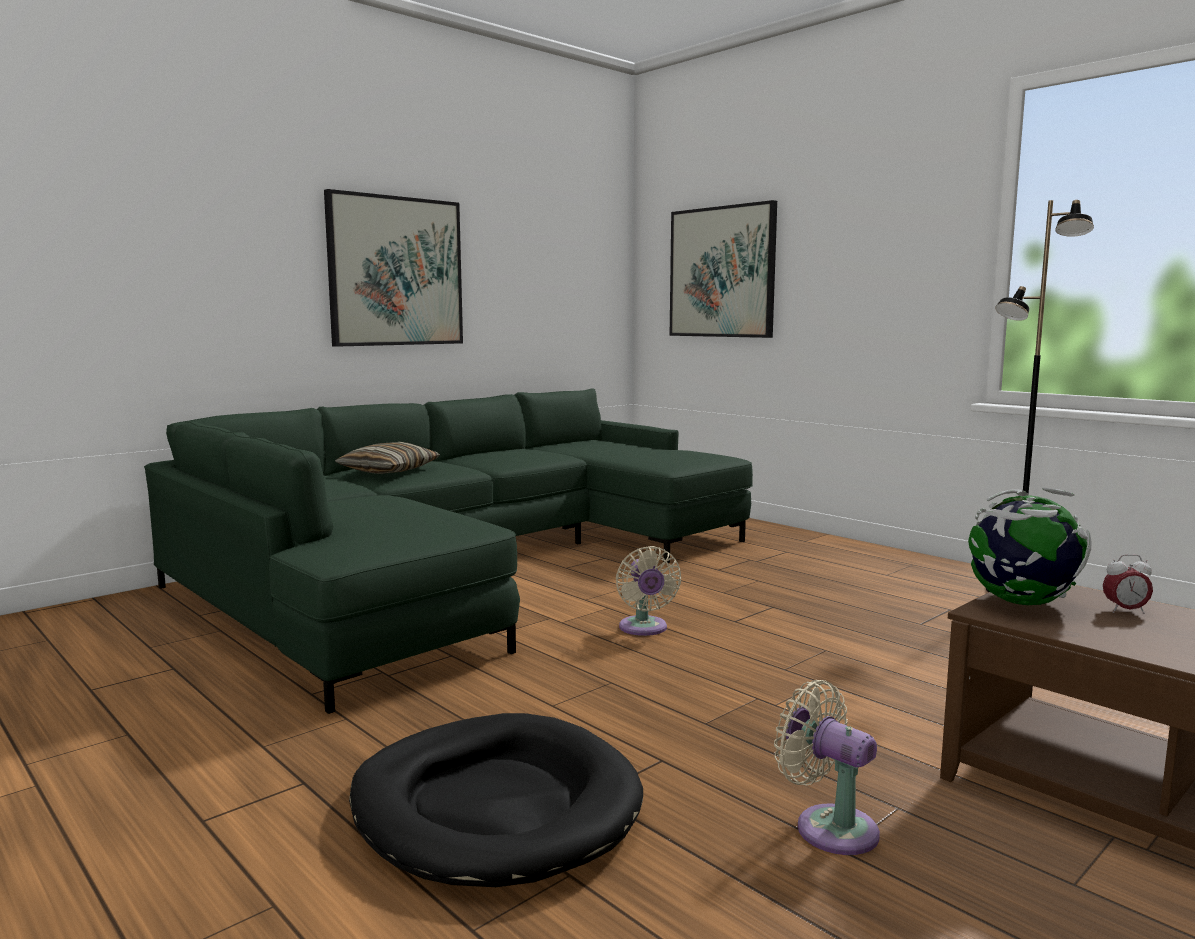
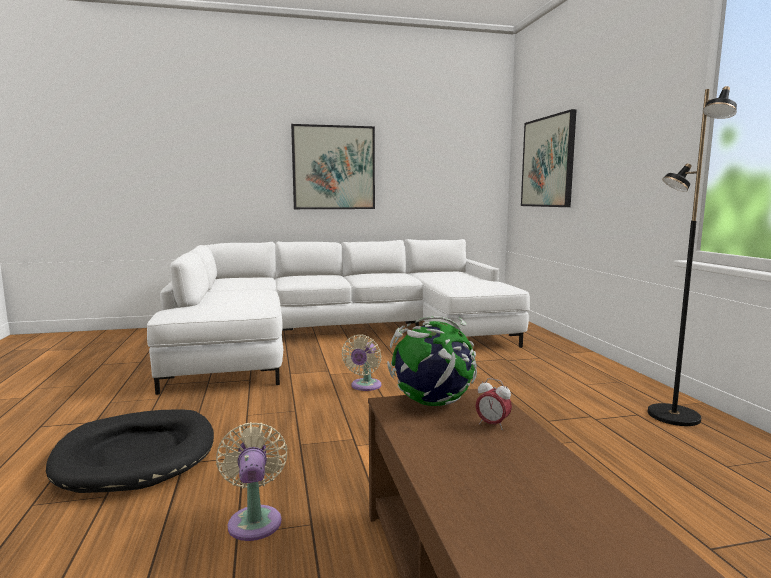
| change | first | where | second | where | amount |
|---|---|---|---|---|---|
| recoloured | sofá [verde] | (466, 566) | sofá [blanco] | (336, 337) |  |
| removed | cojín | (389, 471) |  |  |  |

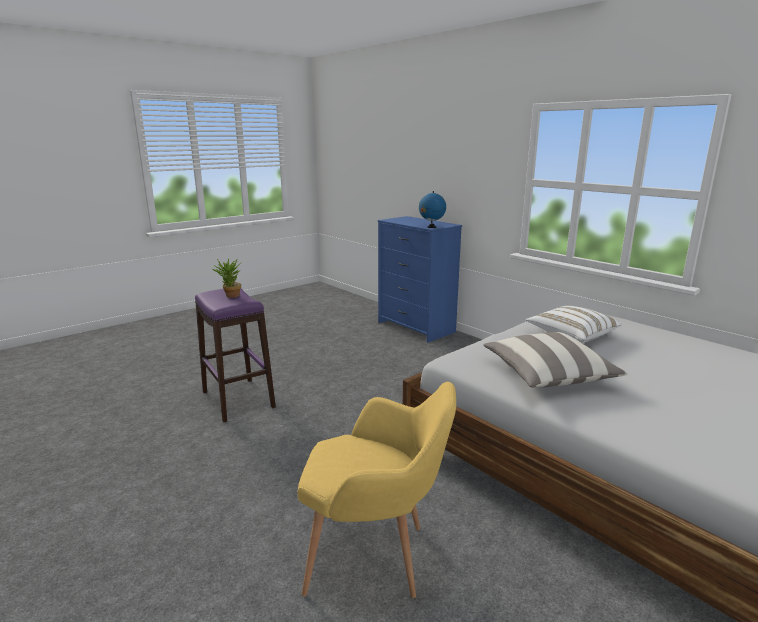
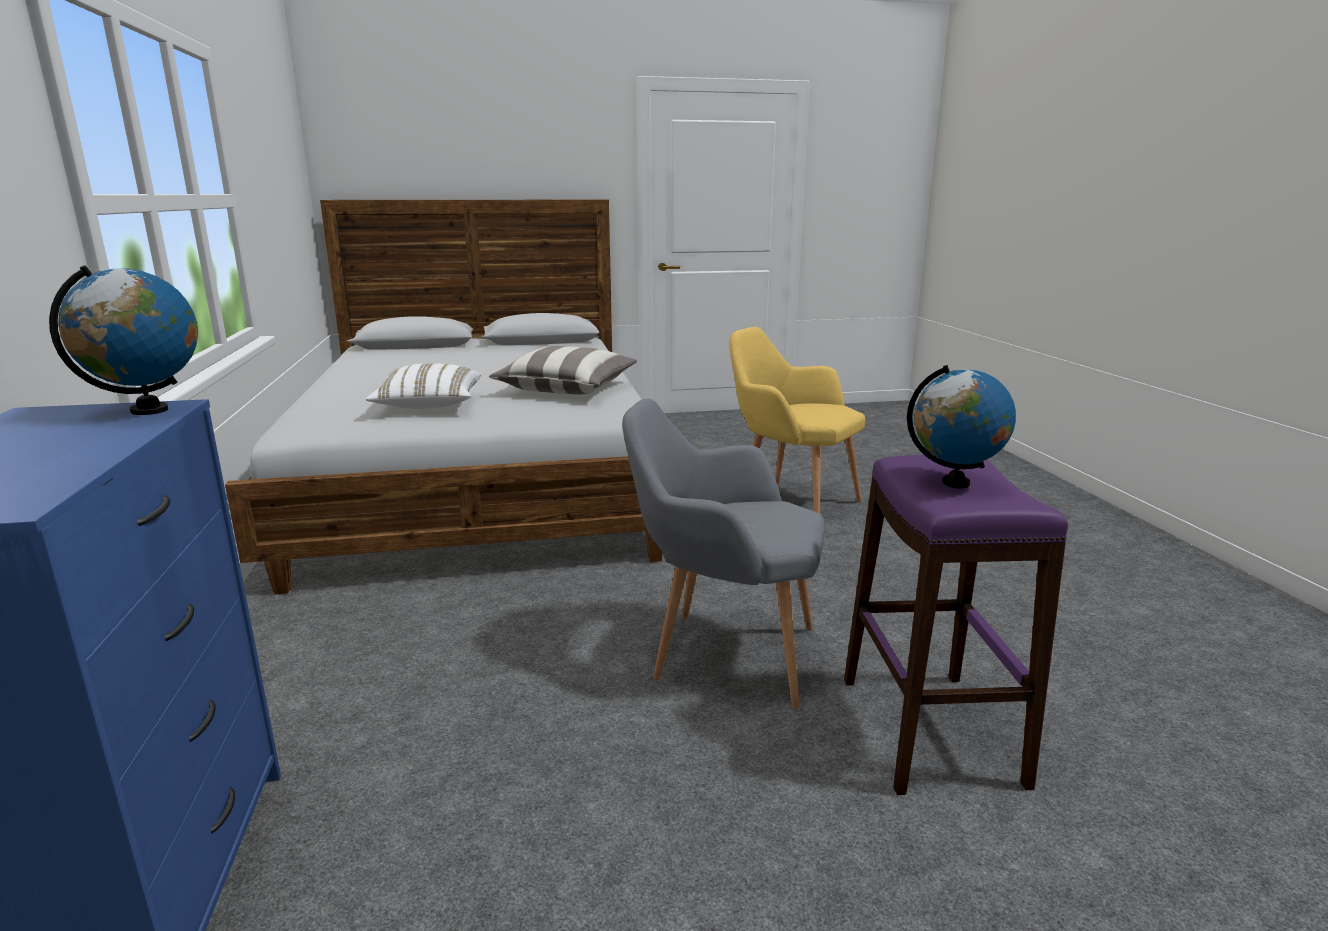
| change | first | where | second | where | amount |
|---|---|---|---|---|---|
| added |  |  | sillón [gris] | (723, 654) |  |
| replaced | planta en maceta | (230, 296) | globo terráqueo | (955, 483) |  |

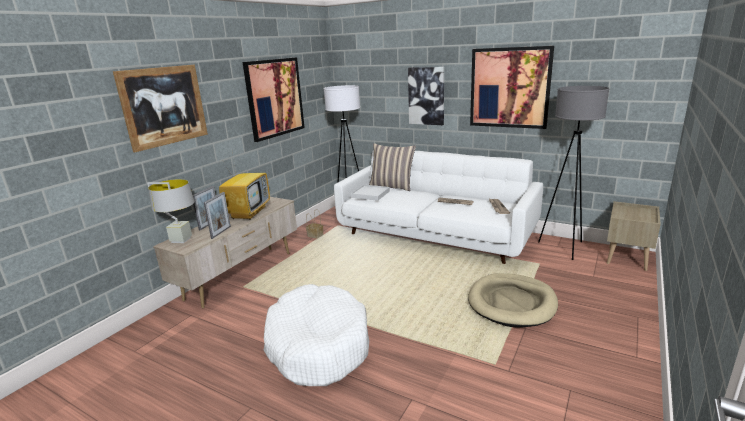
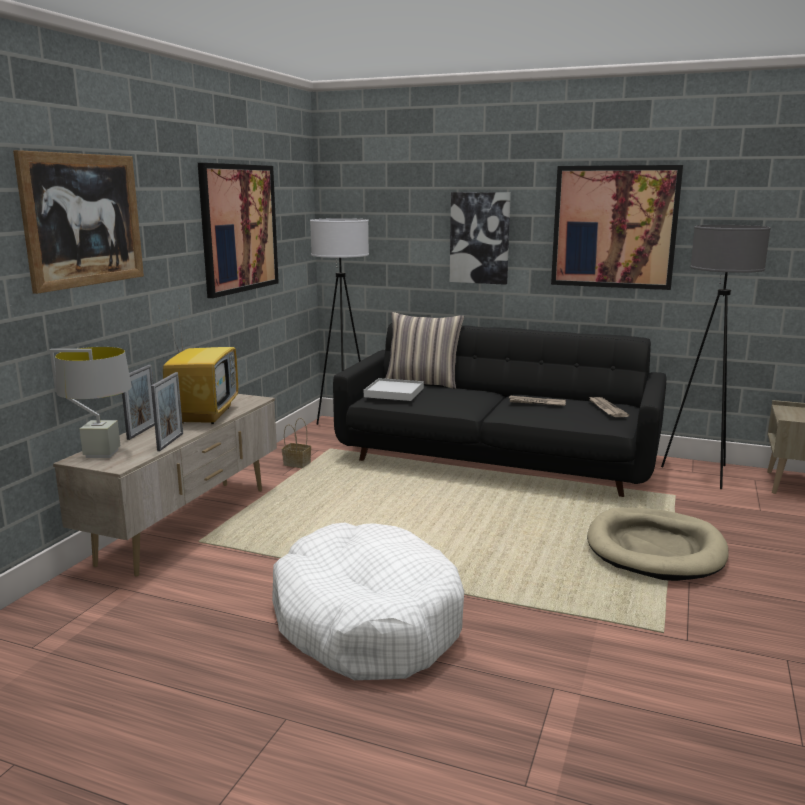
| change | first | where | second | where | amount |
|---|---|---|---|---|---|
| recoloured | sofá [blanco] | (434, 235) | sofá [negro] | (497, 460) |  |

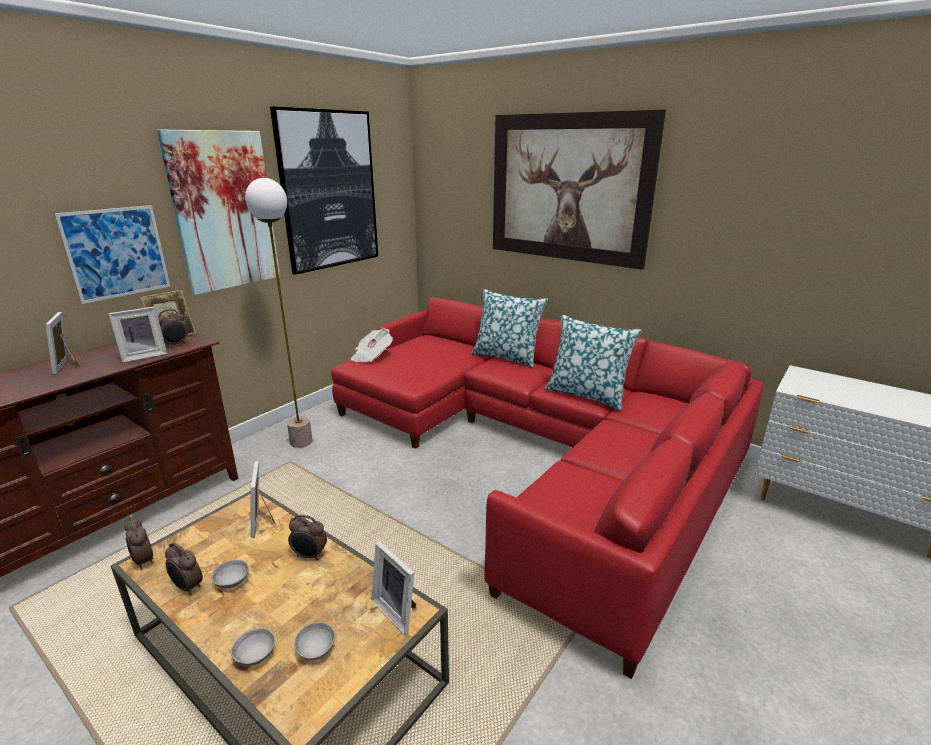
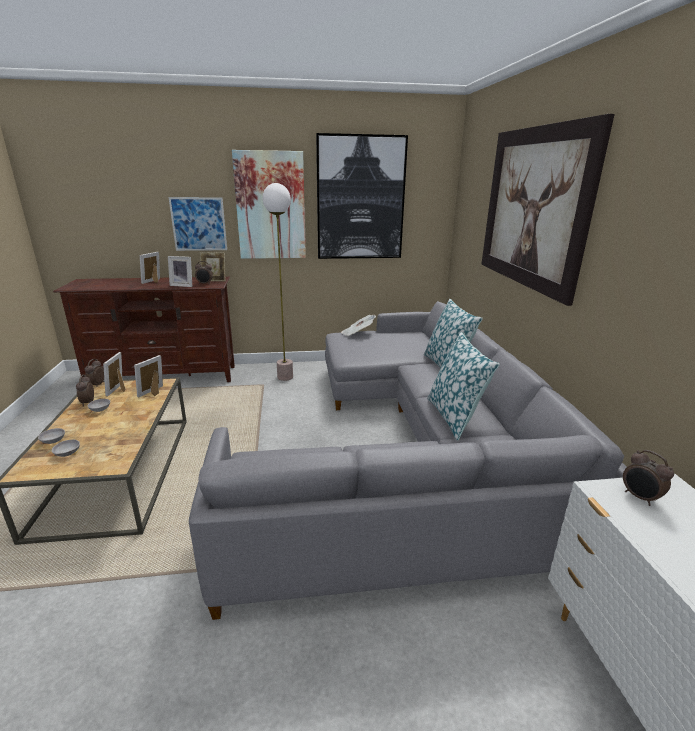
| change | first | where | second | where | amount |
|---|---|---|---|---|---|
| moved | portarretratos | (398, 610) |  | (119, 390) |  |
| recoloured | sofá [rojo] | (534, 449) | sofá [gris] | (413, 451) |  |
| moved | despertador | (309, 556) |  | (639, 497) |  |

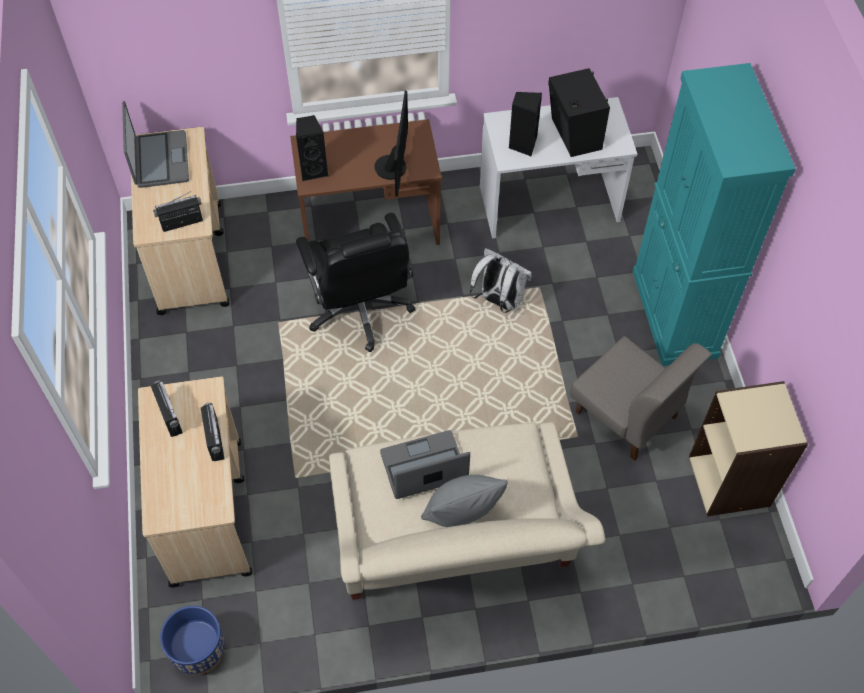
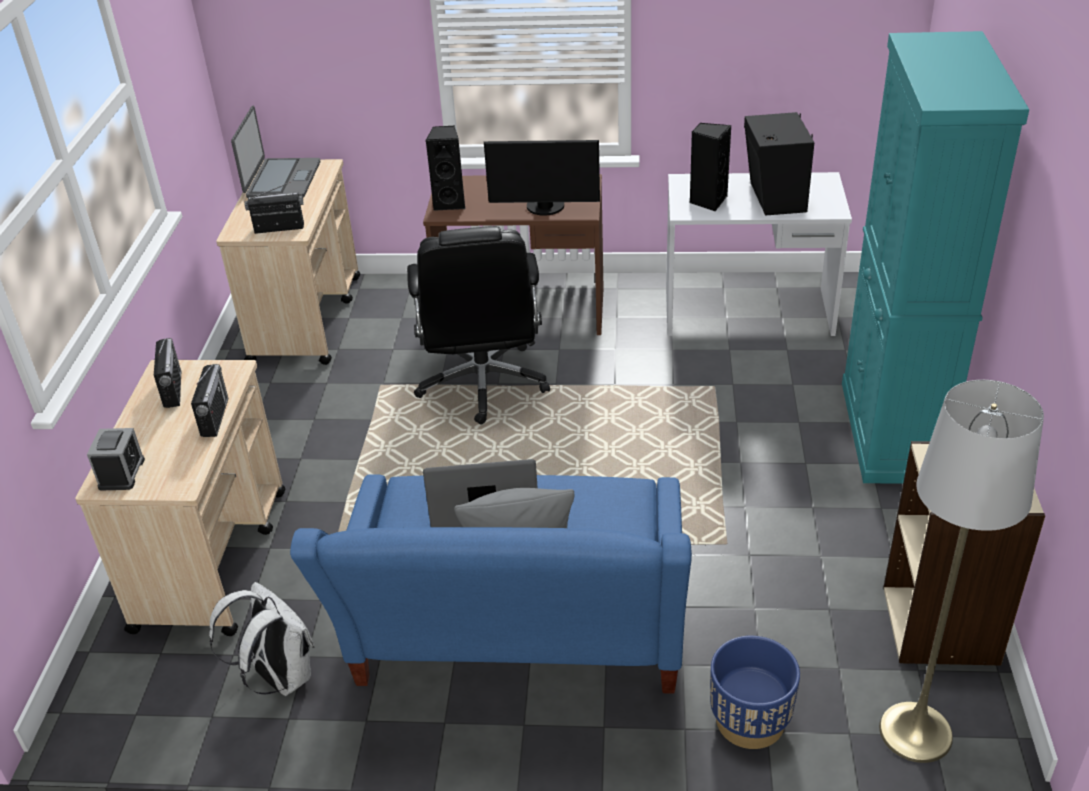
| change | first | where | second | where | amount |
|---|---|---|---|---|---|
| added |  |  | despertador | (121, 473) |  |
| moved | mochila [blanco] | (498, 300) |  | (279, 677) |  |
| recoloured | sofá [beis] | (454, 546) | sofá [azul] | (518, 644) |  |
| turned | monitor | (394, 167) |  | (545, 208) | 75 degrees clockwise |
| moved | maceta [azul] | (199, 652) |  | (749, 721) |  |
| added |  |  | lámpara de pie [gris] | (915, 732) |  |
| removed | silla [gris] | (626, 415) |  |  |  |

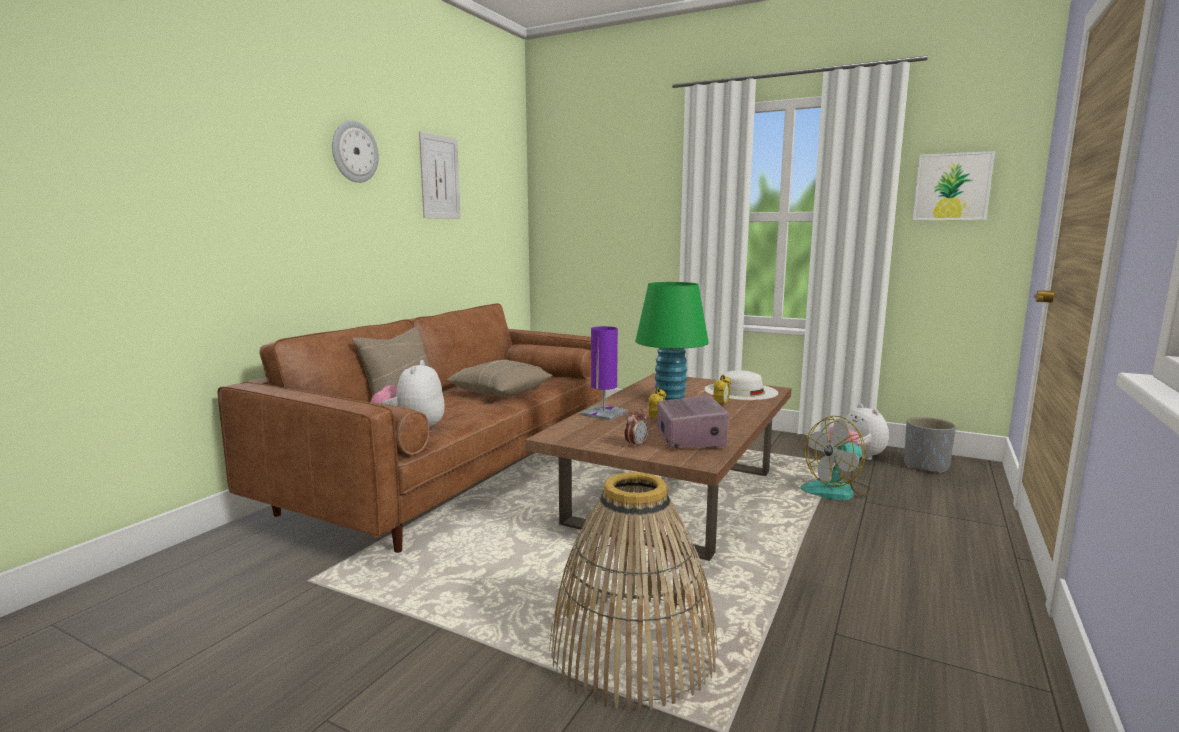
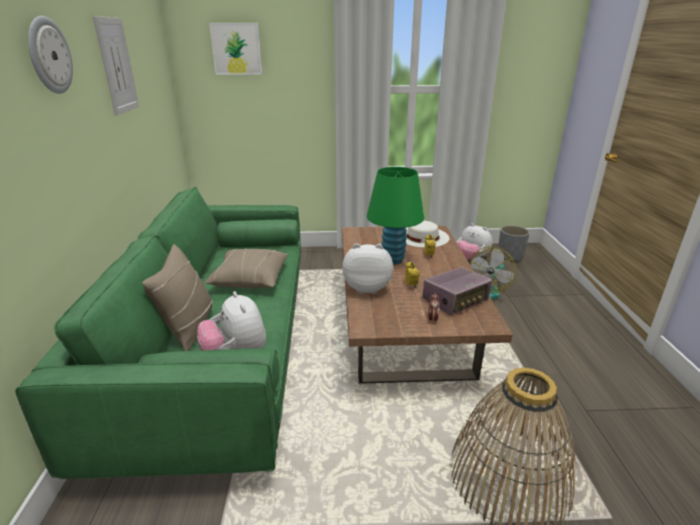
| change | first | where | second | where | amount |
|---|---|---|---|---|---|
| recoloured | sofá [marrón] | (452, 472) | sofá [verde] | (220, 356) |  |
| moved | cuadro | (952, 187) |  | (236, 49) |  |
| replaced | lámpara de mesa [morado] | (603, 413) | peluche | (367, 288) |  |
| turned | radio | (690, 438) |  | (455, 301) | 90 degrees clockwise |

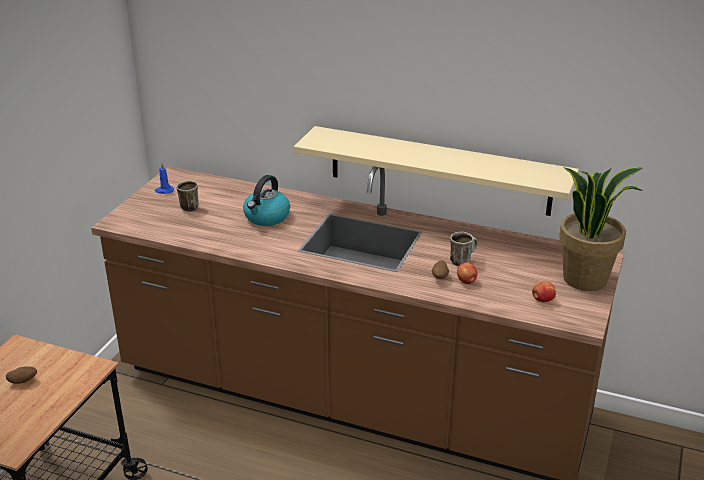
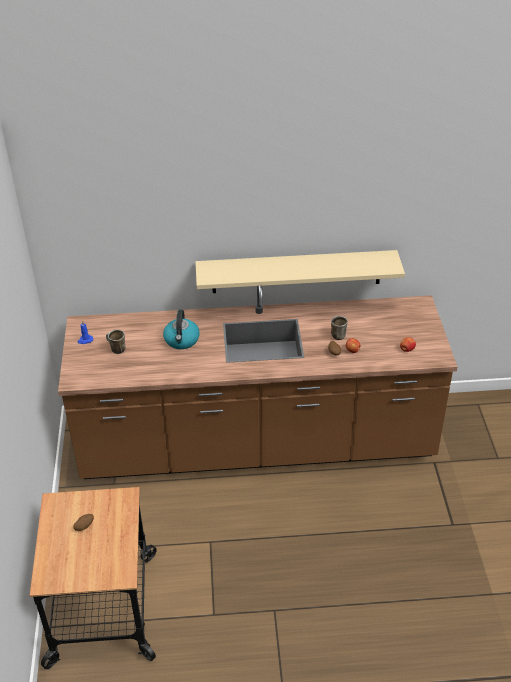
| change | first | where | second | where | amount |
|---|---|---|---|---|---|
| removed | planta en maceta | (585, 278) |  |  |  |

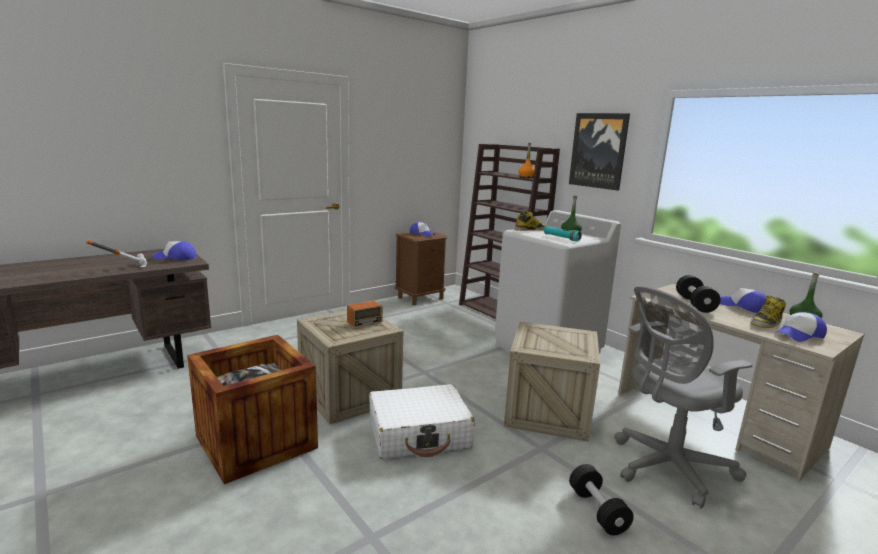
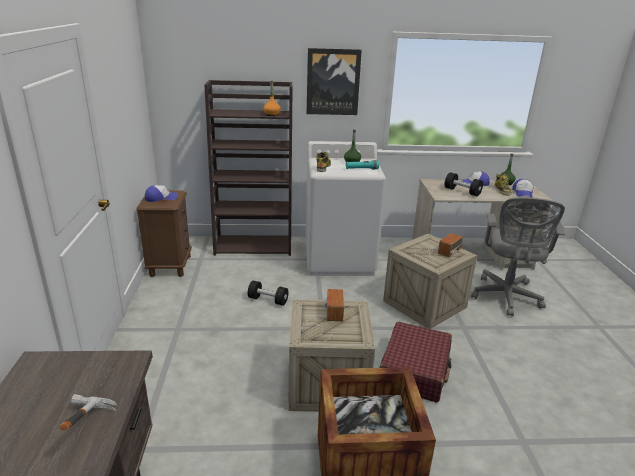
| change | first | where | second | where | amount |
|---|---|---|---|---|---|
| moved | mancuerna [negro] | (597, 510) |  | (268, 300) |  |
| recoloured | maleta [blanco] | (419, 434) | maleta [rojo] | (414, 370) |  |
| added |  |  | radio | (434, 253) |  |
| removed | gorra | (175, 257) |  |  |  |

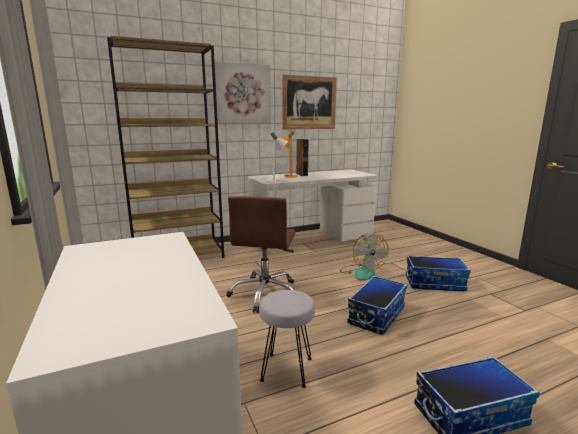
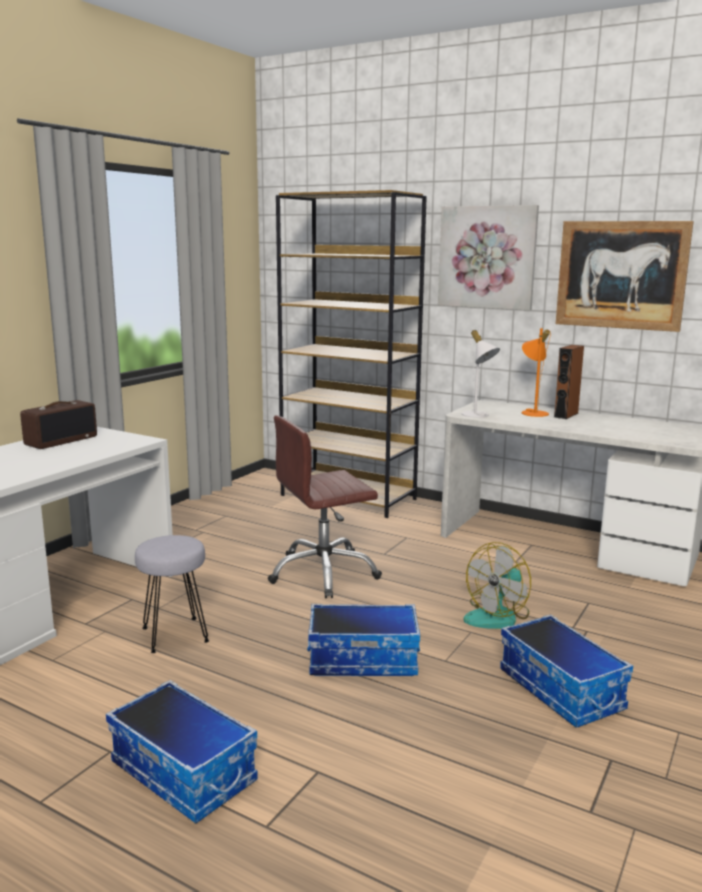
| change | first | where | second | where | amount |
|---|---|---|---|---|---|
| added |  |  | radio | (61, 440) |  |

